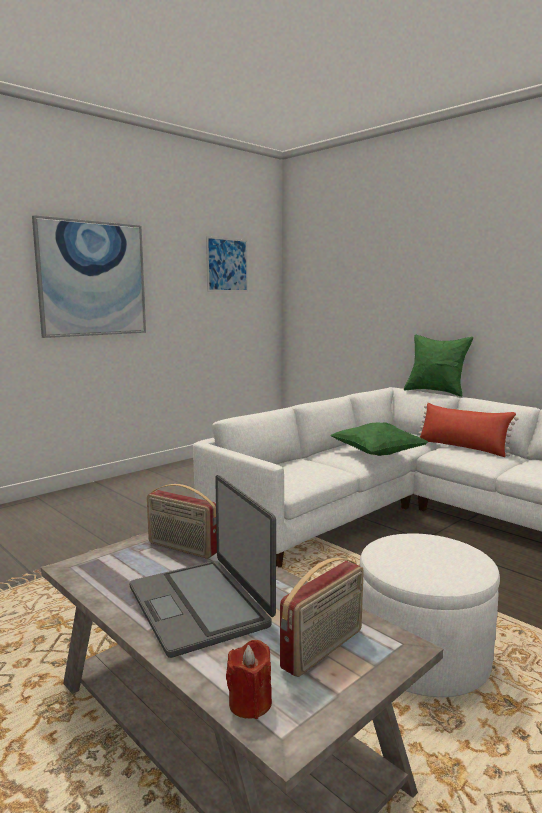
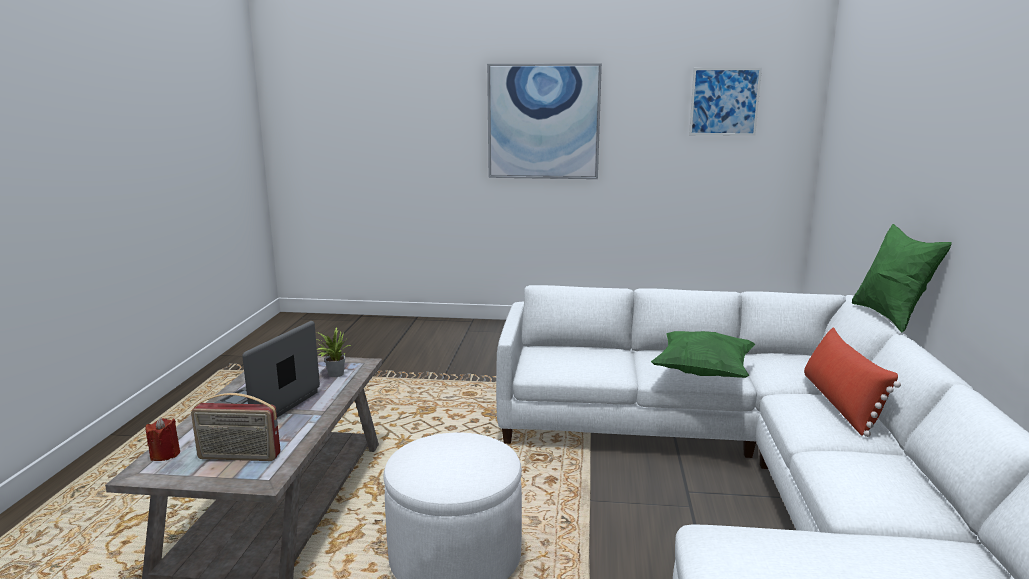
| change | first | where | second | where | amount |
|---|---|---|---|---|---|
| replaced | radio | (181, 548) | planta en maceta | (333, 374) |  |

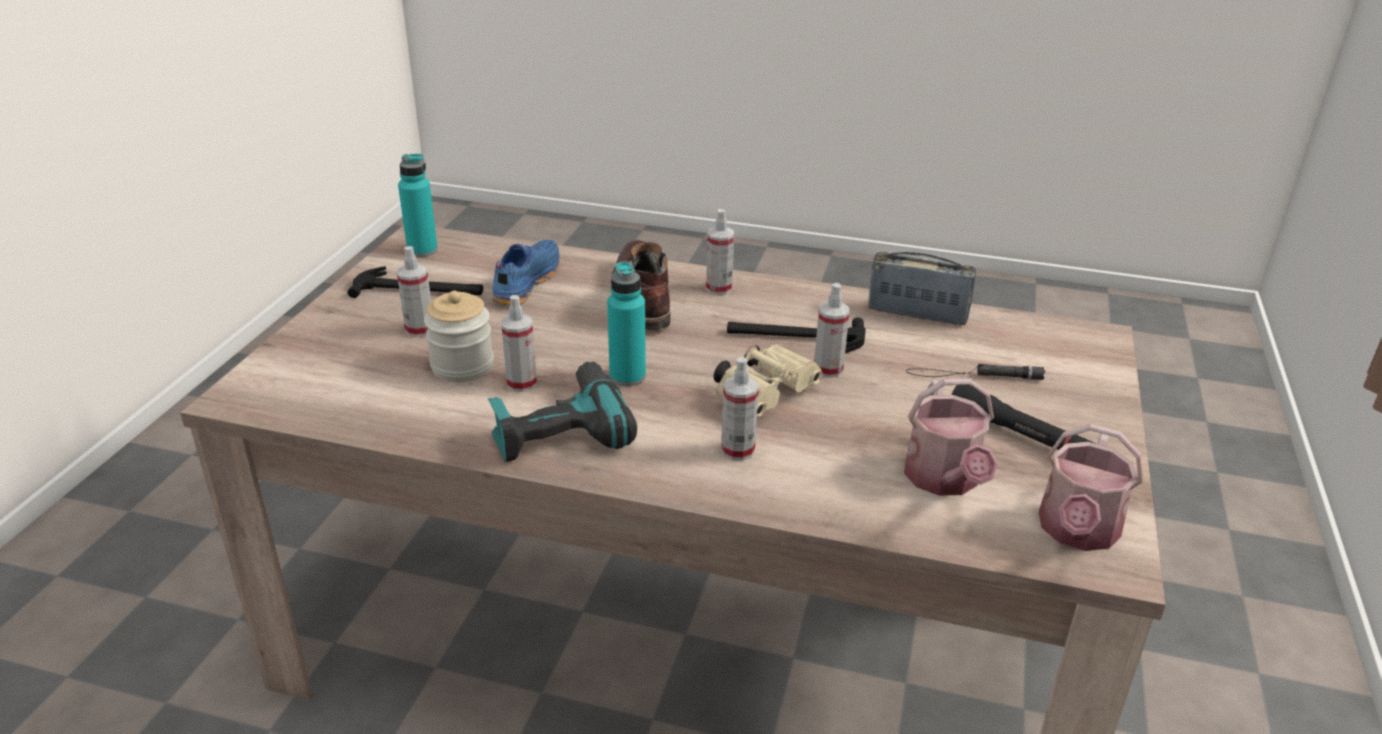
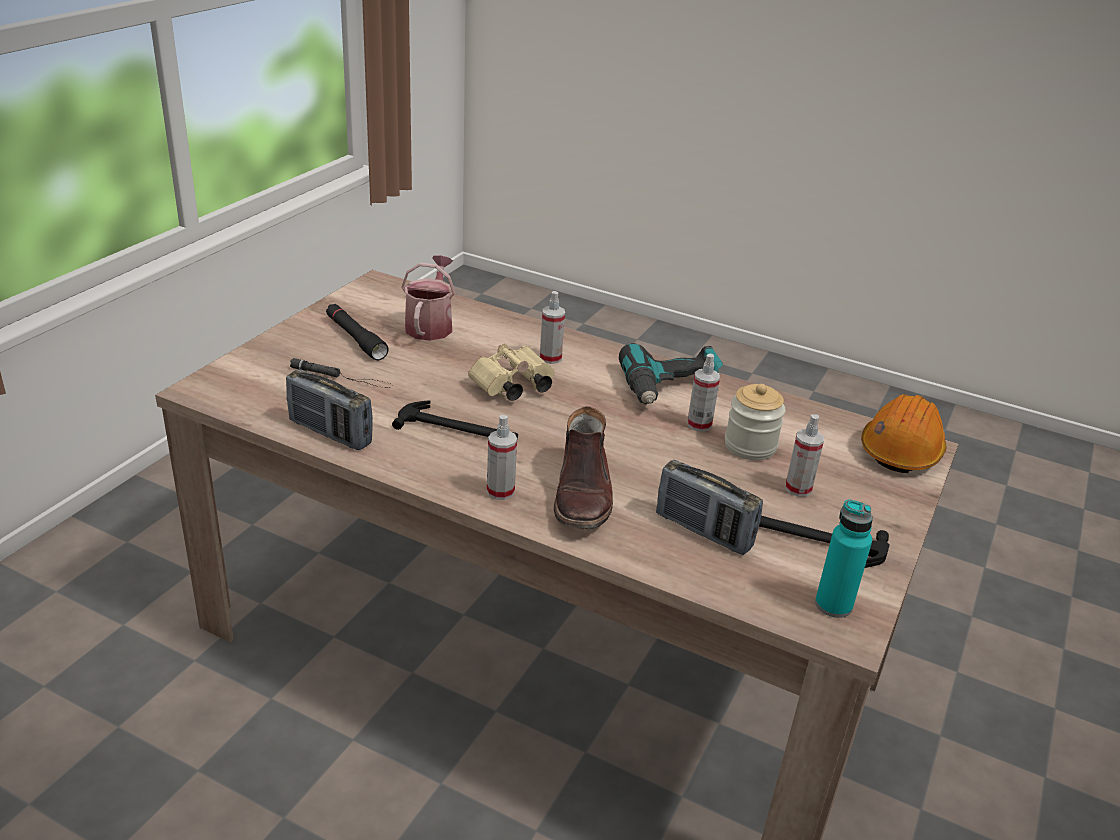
| change | first | where | second | where | amount |
|---|---|---|---|---|---|
| replaced | zapato [azul] | (525, 283) | radio | (703, 531) |  |
| added |  |  | casco [naranja] | (901, 450) |  |
| removed | botella [turquesa] | (627, 376) |  |  |  |
| removed | pulverizador | (828, 369) |  |  |  |
| removed | regadera | (1076, 532) |  |  |  |

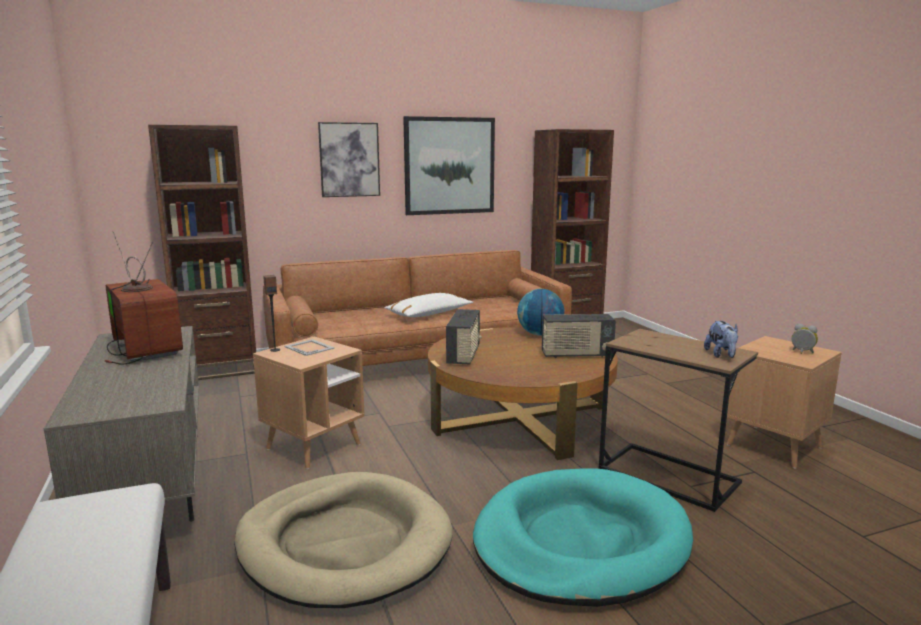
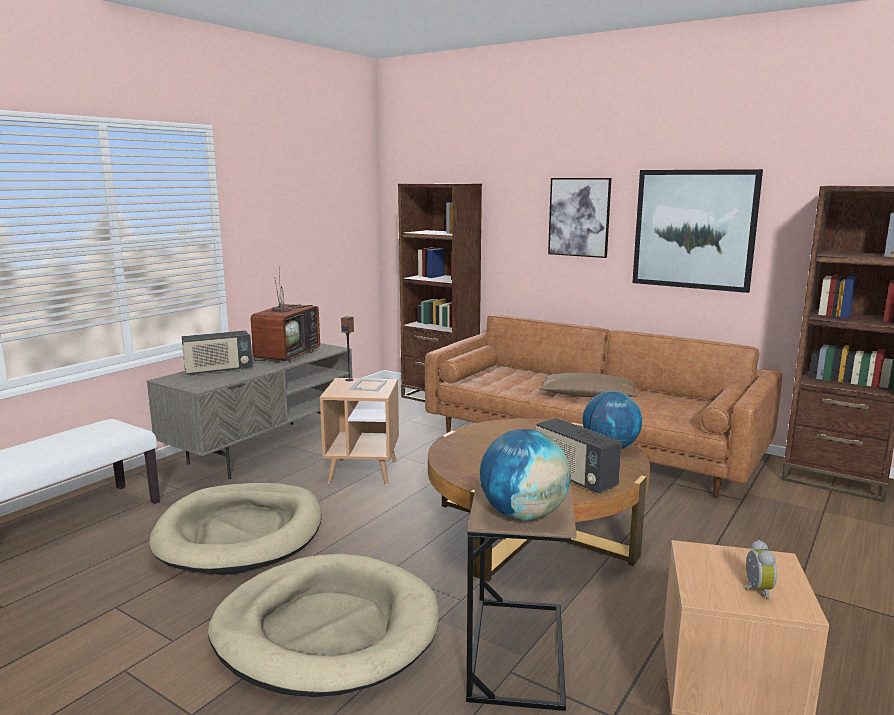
| change | first | where | second | where | amount |
|---|---|---|---|---|---|
| moved | radio | (464, 355) |  | (218, 370) |  |
| recoloured | cama para perro [turquesa] | (580, 542) | cama para perro [beis] | (326, 630) |  |
| replaced | peluche | (721, 355) | globo terráqueo | (523, 515) |  |
| recoloured | cojín [blanco] | (429, 314) | cojín [marrón] | (588, 396) |  |

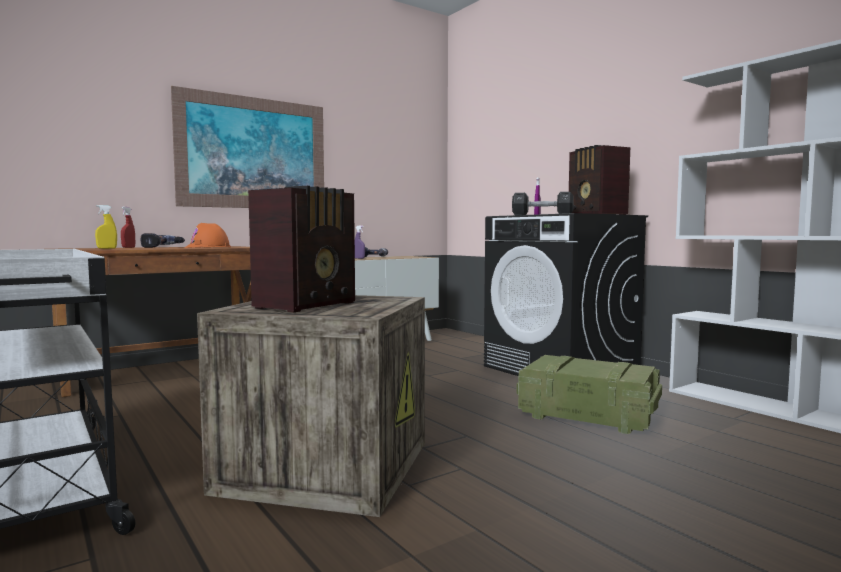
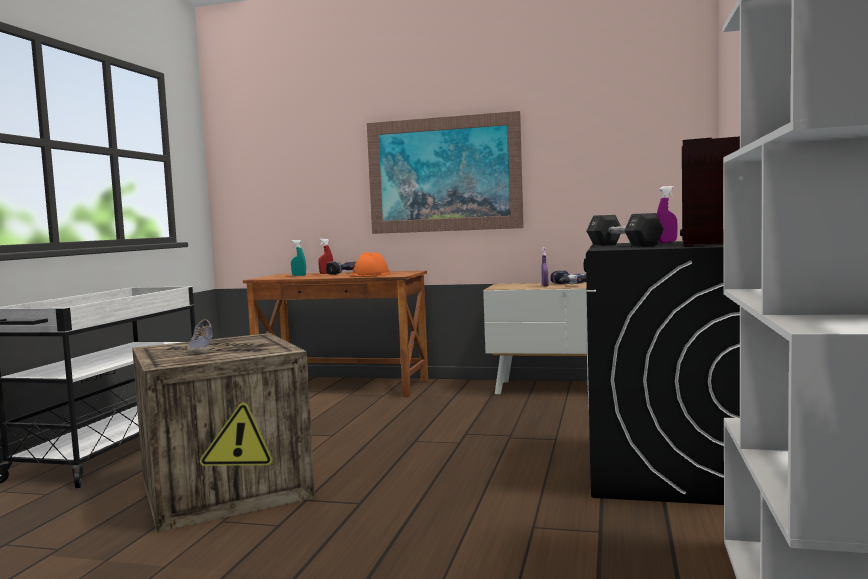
| change | first | where | second | where | amount |
|---|---|---|---|---|---|
| replaced | radio | (308, 305) | zapato | (200, 349) |  |
| recoloured | pulverizador [amarillo] | (106, 248) | pulverizador [turquesa] | (299, 275) |  |
| removed | caja de embalaje | (590, 415) |  |  |  |

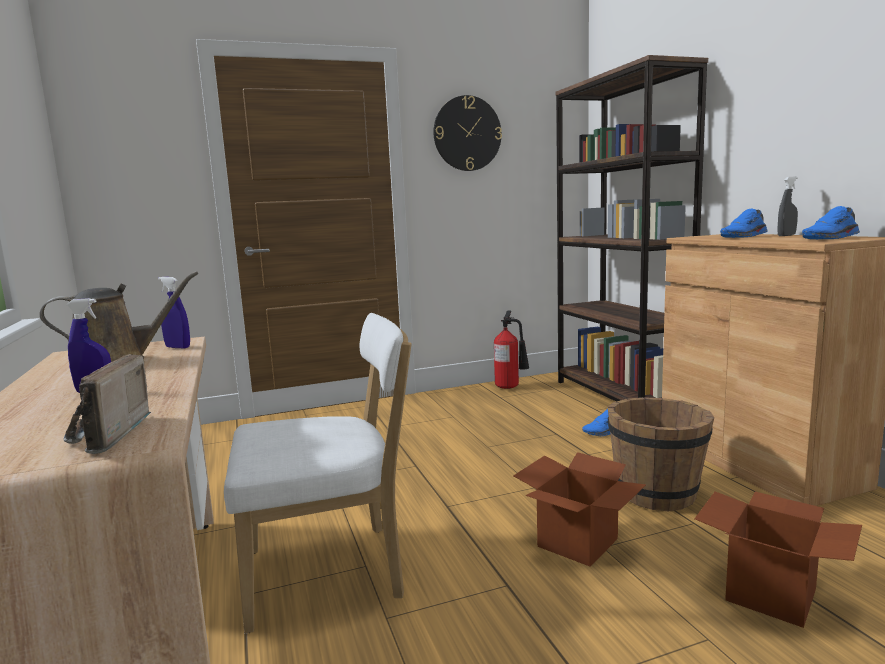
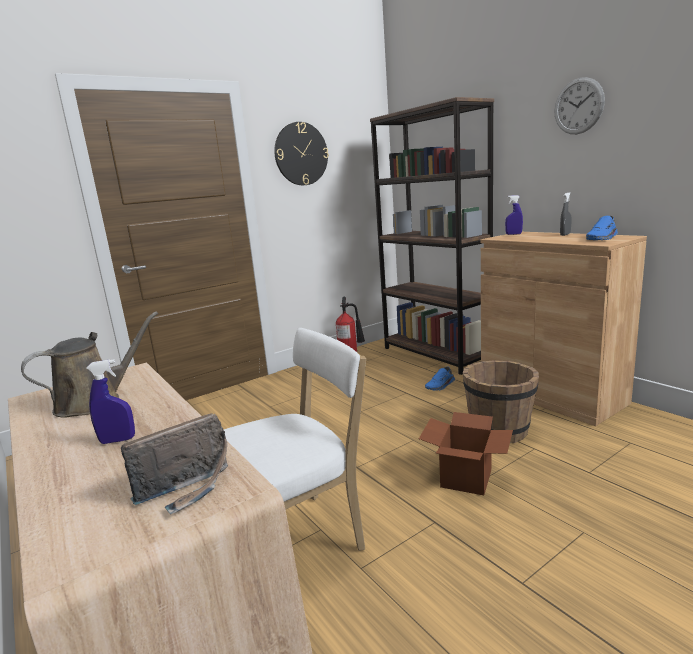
| change | first | where | second | where | amount |
|---|---|---|---|---|---|
| turned | radio | (103, 437) |  | (190, 488) | 105 degrees counterclockwise |
| moved | pulverizador [azul] | (178, 347) |  | (513, 234) |  |
| added |  |  | reloj de pared | (578, 106) |  |
| removed | caja de cartón | (771, 595) |  |  |  |
| removed | zapato [azul] | (745, 237) |  |  |  |

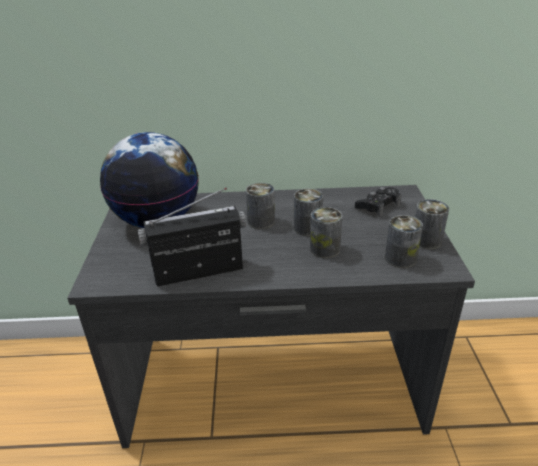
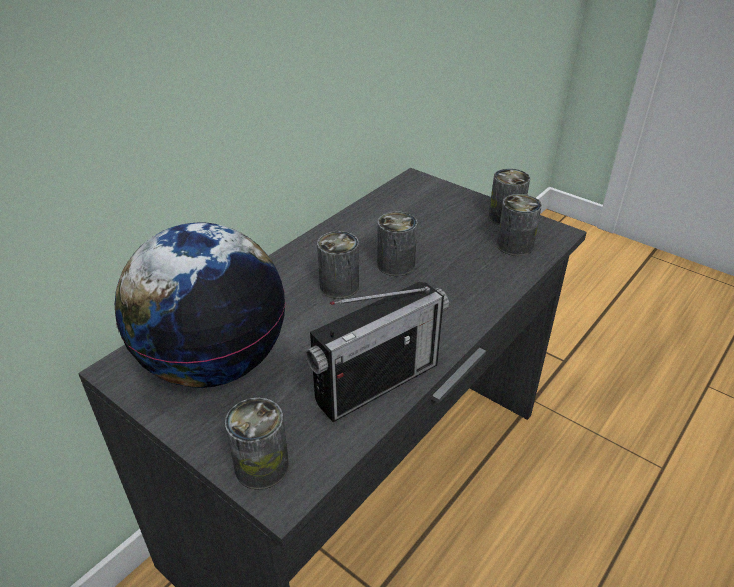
| change | first | where | second | where | amount |
|---|---|---|---|---|---|
| moved | lata | (324, 249) |  | (261, 466) |  |
| turned | radio | (199, 271) |  | (377, 382) | 150 degrees counterclockwise |
| removed | mando de consola [negro] | (378, 206) |  |  |  |

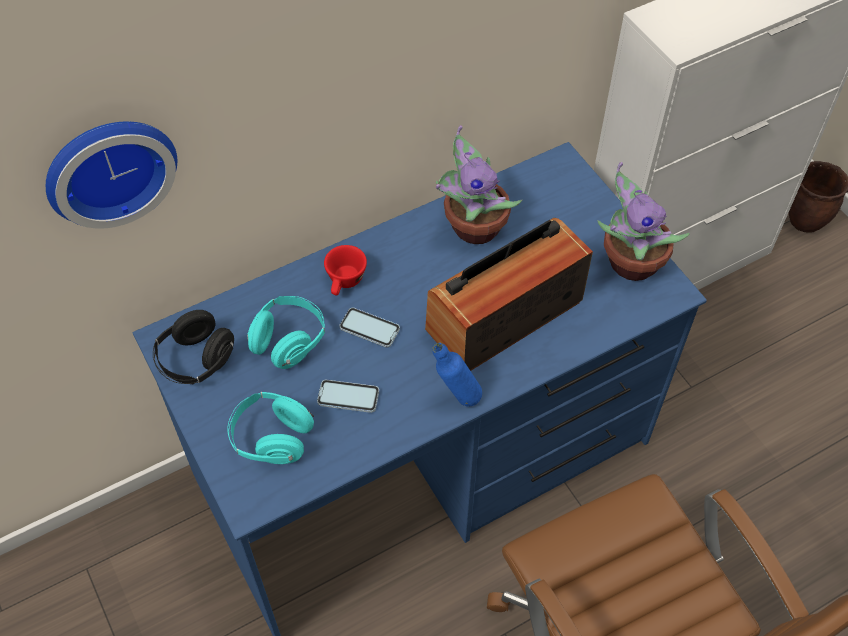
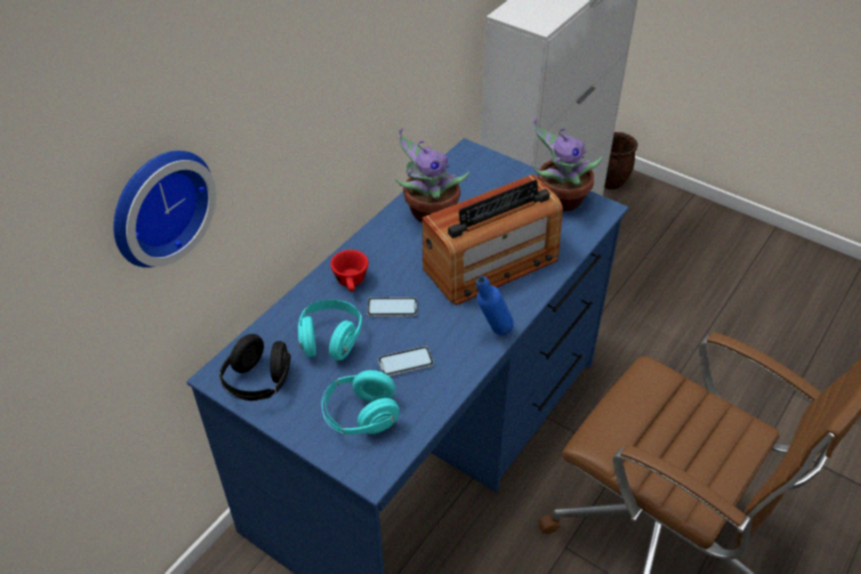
| change | first | where | second | where | amount |
|---|---|---|---|---|---|
| turned | radio | (504, 315) |  | (491, 264) | 150 degrees counterclockwise |

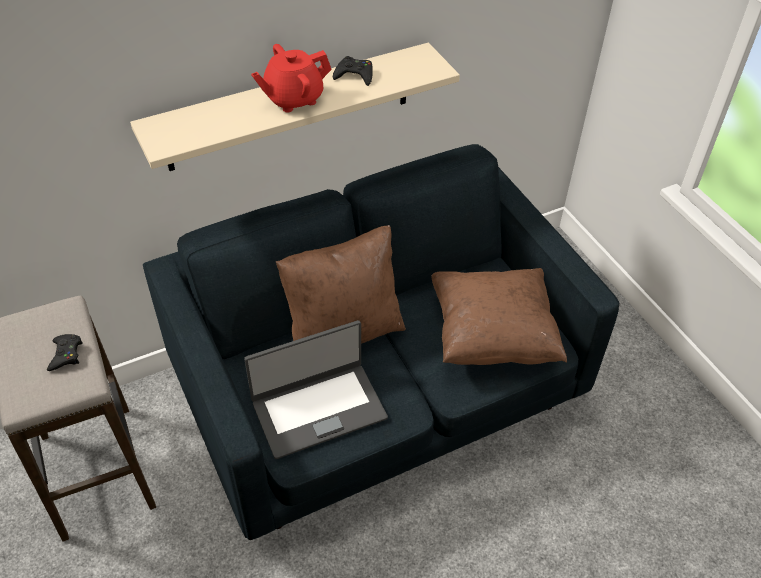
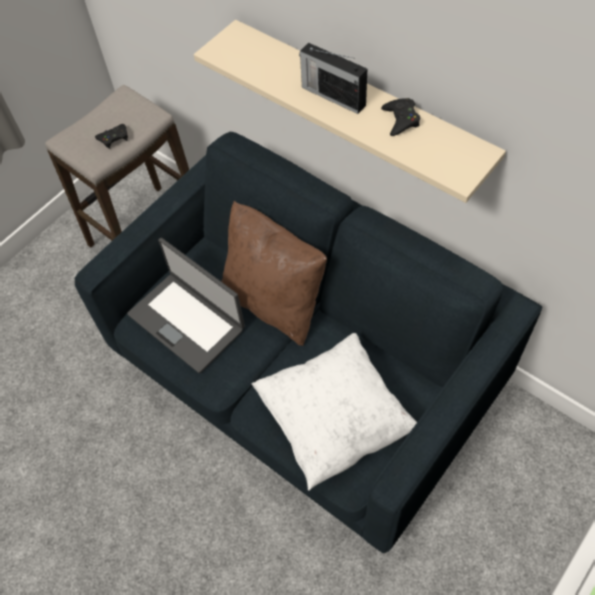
| change | first | where | second | where | amount |
|---|---|---|---|---|---|
| recoloured | cojín [marrón] | (492, 337) | cojín [blanco] | (334, 420) |  |
| replaced | tetera [rojo] | (293, 99) | radio | (332, 95) |  |

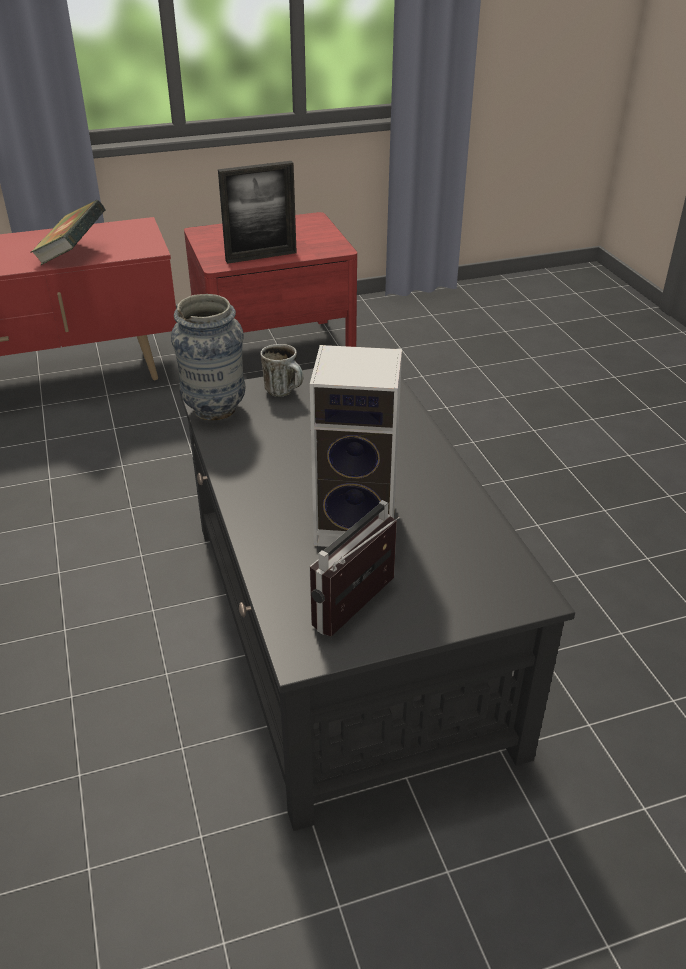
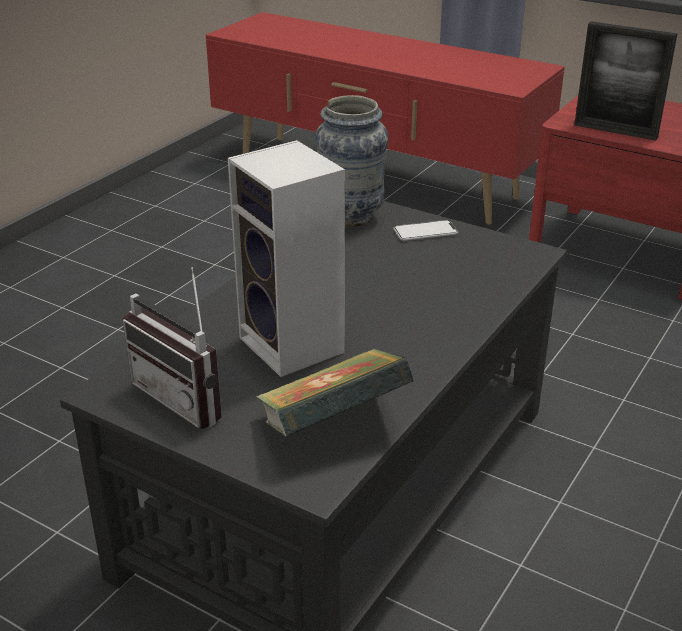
| change | first | where | second | where | amount |
|---|---|---|---|---|---|
| turned | radio | (363, 610) |  | (188, 397) | 135 degrees counterclockwise |
| moved | libro | (73, 254) |  | (332, 426) |  |
| replaced | taza grande | (285, 392) | móvil | (425, 232) |  |

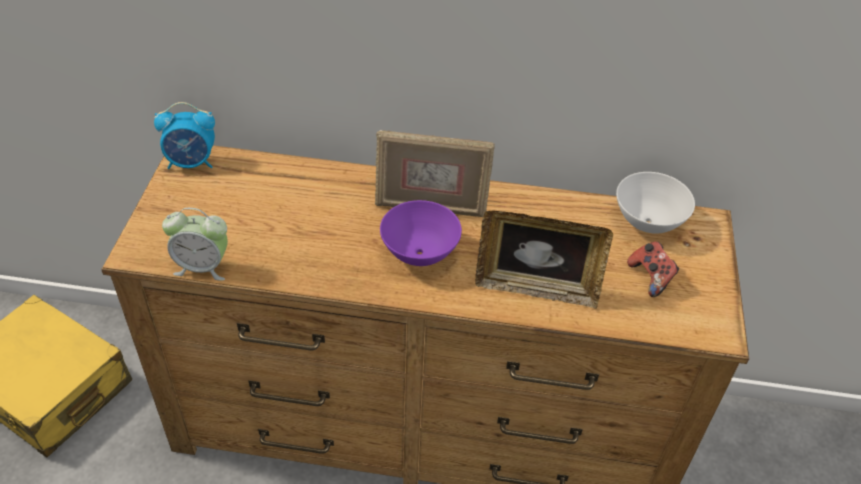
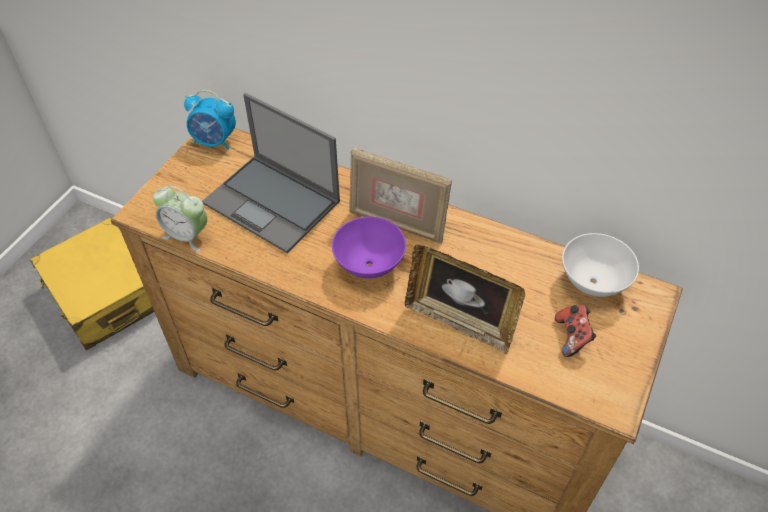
| change | first | where | second | where | amount |
|---|---|---|---|---|---|
| added |  |  | portátil | (273, 203) |  |

